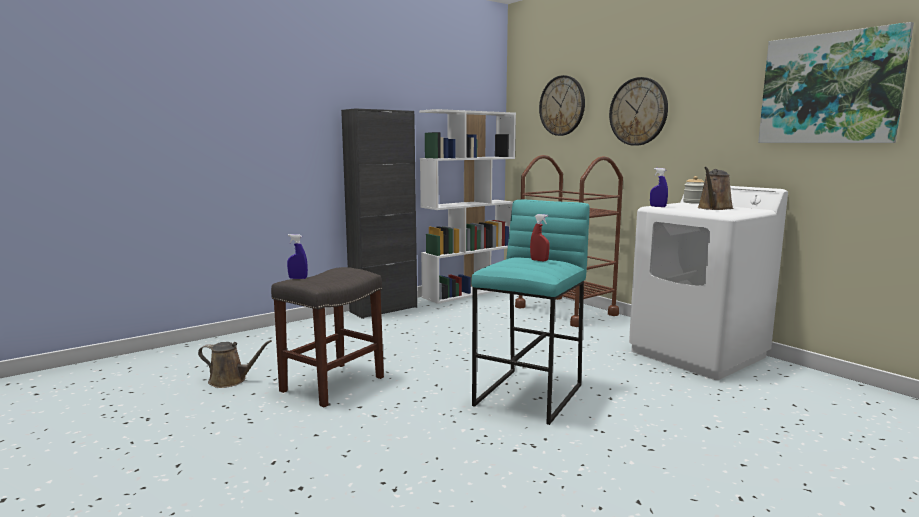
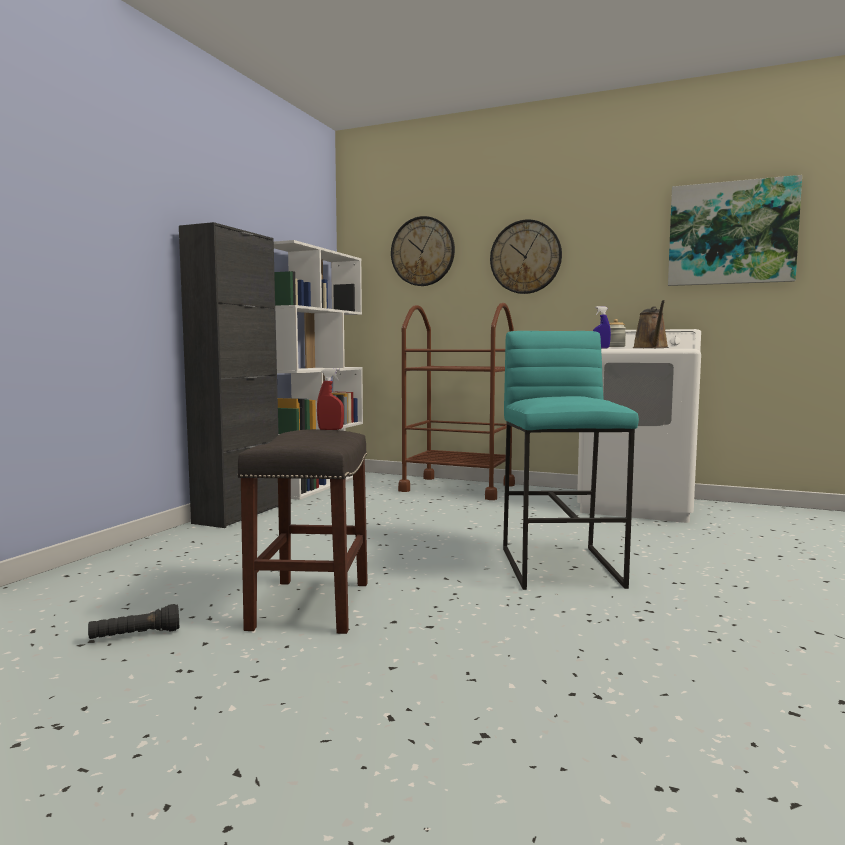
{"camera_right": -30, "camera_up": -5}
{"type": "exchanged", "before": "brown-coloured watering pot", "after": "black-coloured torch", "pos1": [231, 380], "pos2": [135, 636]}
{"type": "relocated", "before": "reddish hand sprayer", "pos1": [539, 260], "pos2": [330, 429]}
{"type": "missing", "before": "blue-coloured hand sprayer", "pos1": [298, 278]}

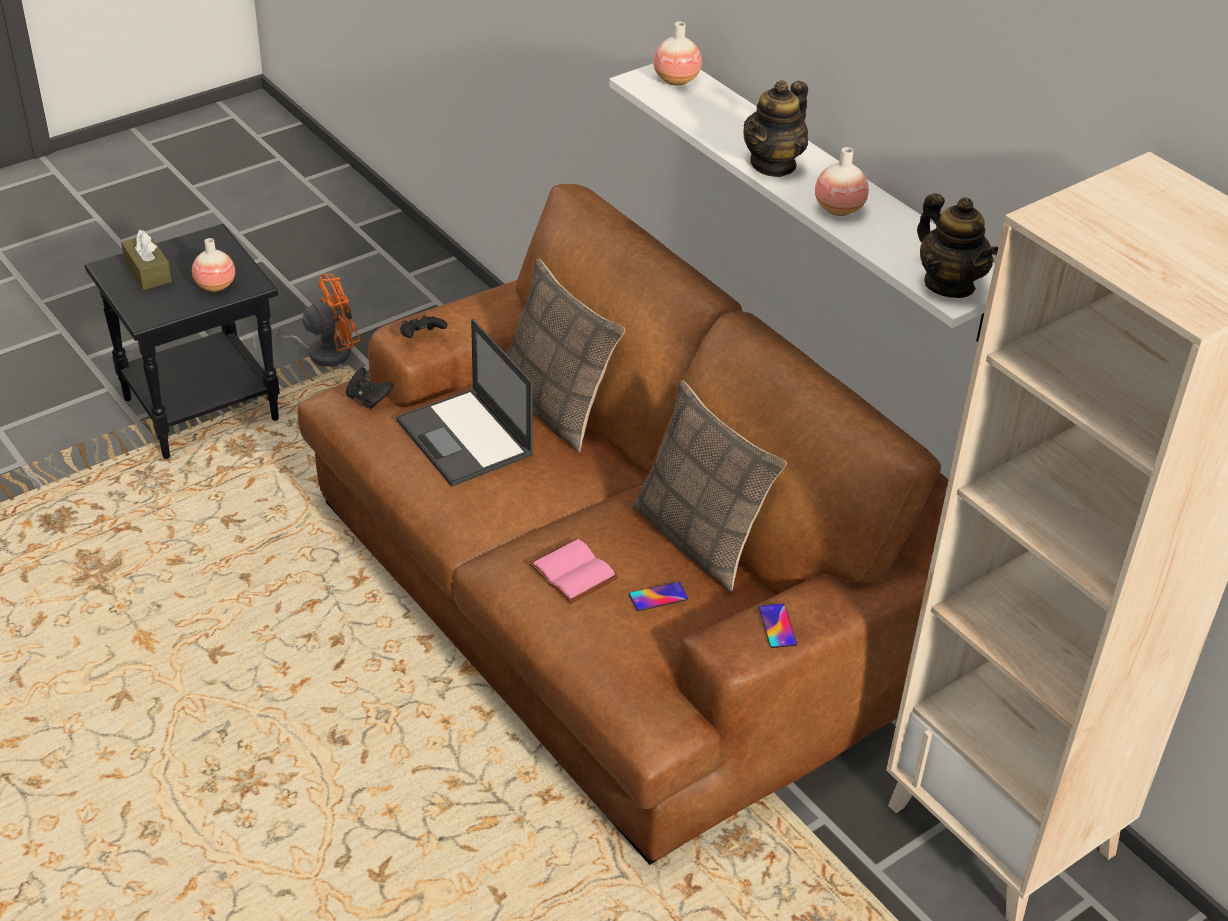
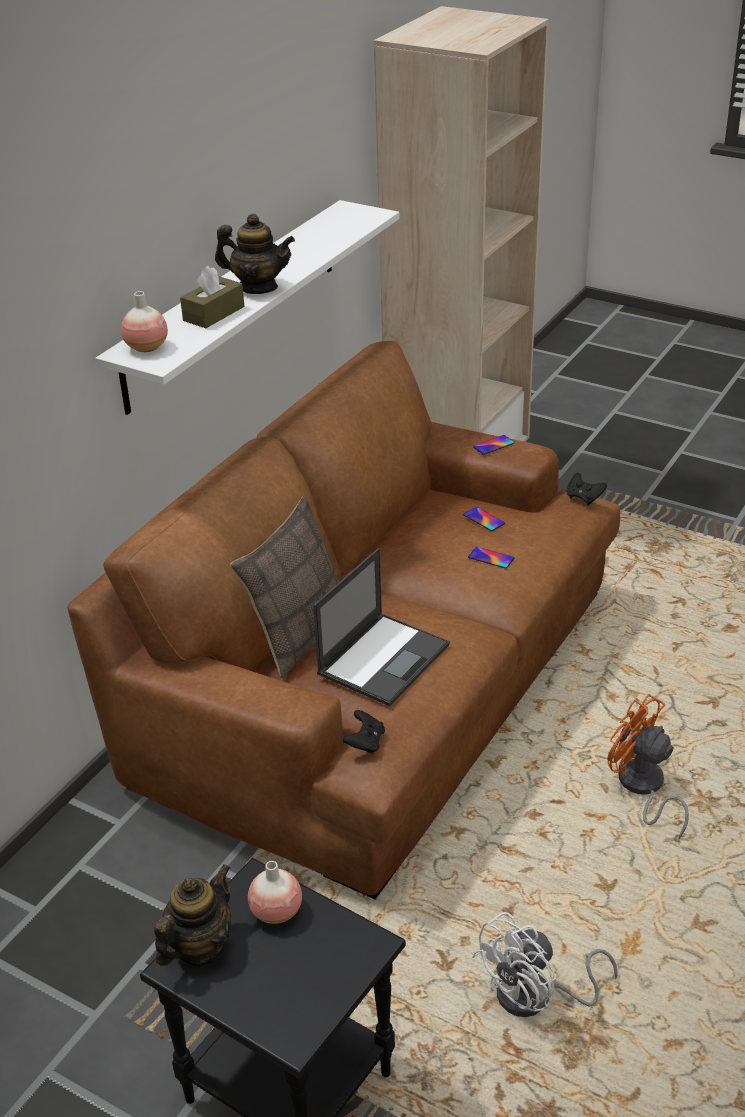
{"camera_right": -110, "camera_up": -5}
{"type": "relocated", "before": "teapot", "pos1": [949, 284], "pos2": [199, 947]}
{"type": "relocated", "before": "brown-coloured tissue box", "pos1": [148, 272], "pos2": [214, 313]}
{"type": "exchanged", "before": "pinkish book", "after": "telephone", "pos1": [576, 572], "pos2": [491, 558]}
{"type": "appeared", "after": "white electric fan", "pos2": [536, 997]}
{"type": "relocated", "before": "black-coloured joypad", "pos1": [422, 337], "pos2": [584, 498]}
{"type": "relocated", "before": "orangey electric fan", "pos1": [321, 352], "pos2": [642, 788]}
{"type": "missing", "before": "cushion", "pos1": [699, 539]}
{"type": "missing", "before": "vase", "pos1": [839, 209]}

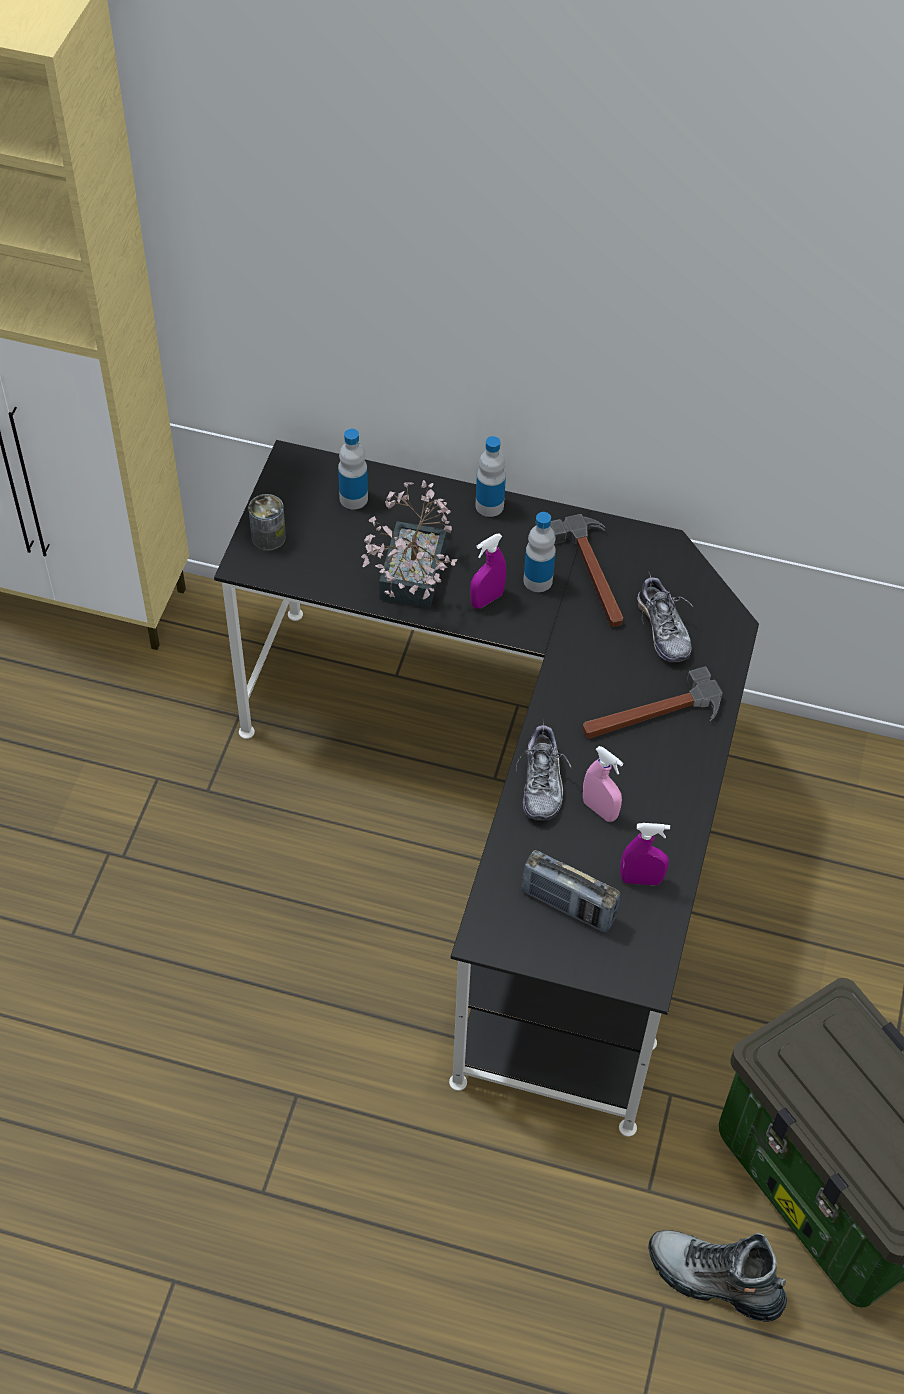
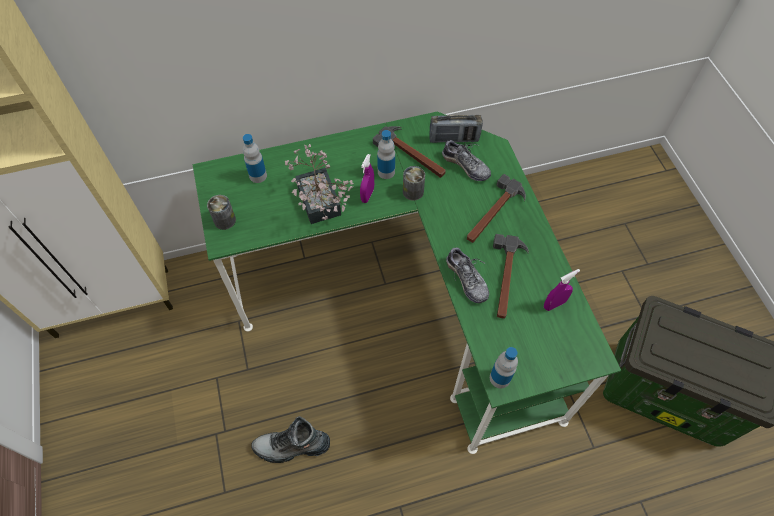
{"camera_right": -30, "camera_up": 5}
{"type": "colour", "before": "black-coloured desk table", "after": "greenish desk table", "pos1": [514, 817], "pos2": [407, 297]}
{"type": "relocated", "before": "high-top boot", "pos1": [713, 1279], "pos2": [291, 446]}
{"type": "appeared", "after": "sealed can", "pos2": [413, 191]}
{"type": "relocated", "before": "radio set", "pos1": [568, 906], "pos2": [454, 139]}
{"type": "relocated", "before": "drink bottle", "pos1": [489, 506], "pos2": [500, 378]}
{"type": "exchanged", "before": "pinkish hand sprayer", "after": "hammer", "pos1": [599, 810], "pos2": [506, 278]}

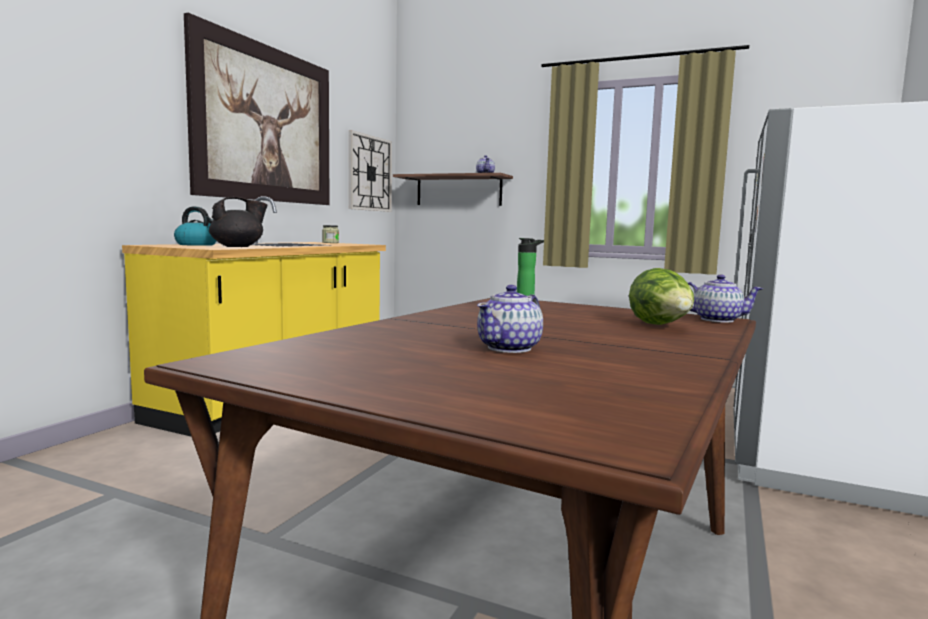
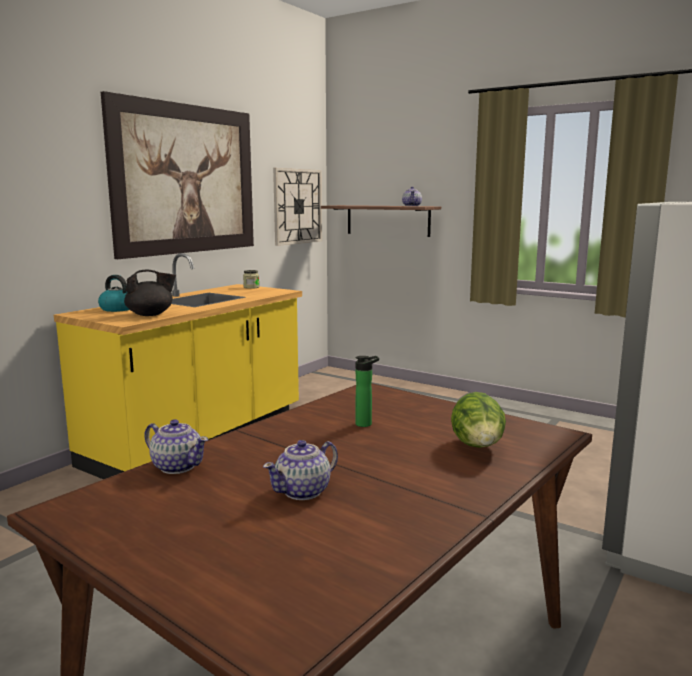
{"camera_right": 10, "camera_up": 5}
{"type": "relocated", "before": "teapot", "pos1": [716, 320], "pos2": [177, 466]}

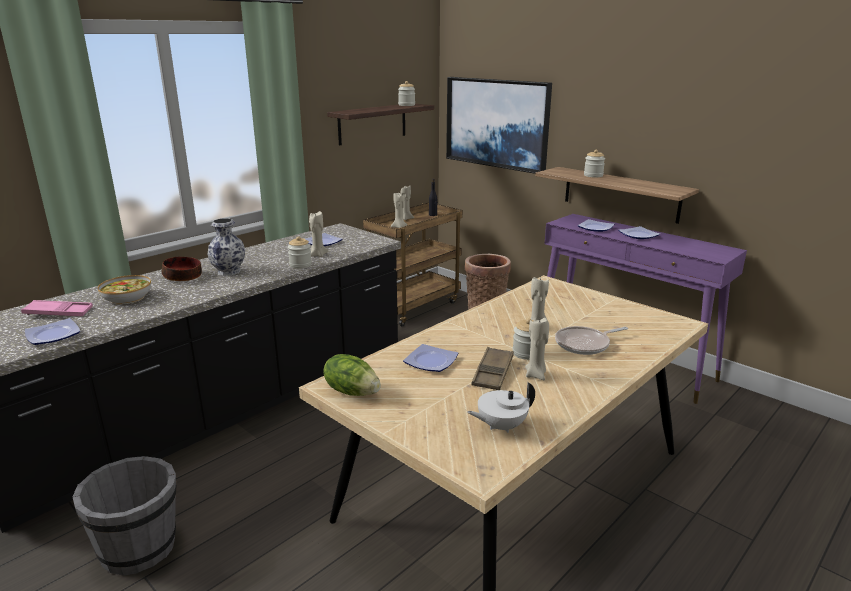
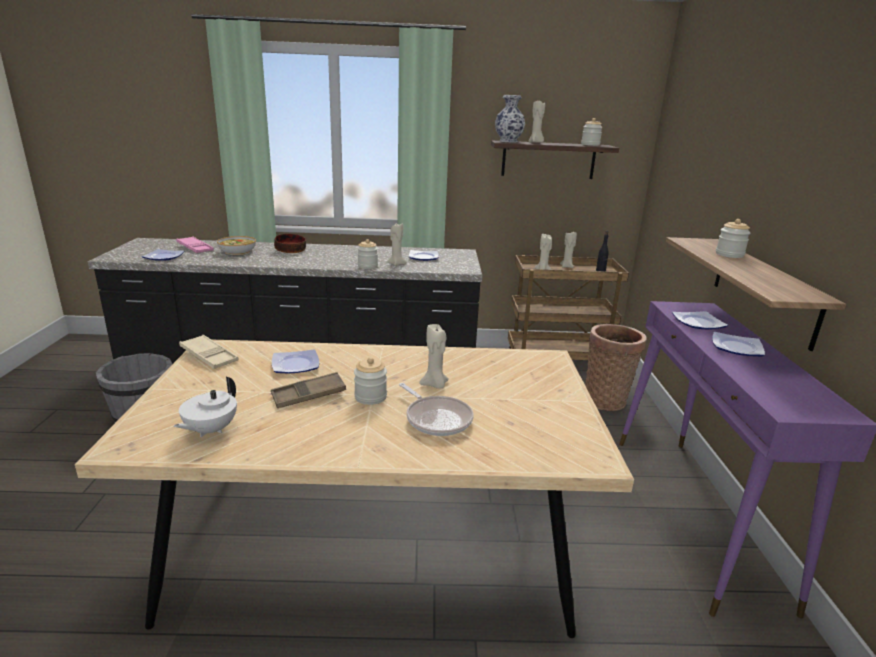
{"camera_right": 45, "camera_up": 0}
{"type": "spun", "before": "white teapot", "pos1": [501, 426], "pos2": [210, 430], "turn": -90}
{"type": "exchanged", "before": "head of lettuce", "after": "sand-coloured tray", "pos1": [352, 391], "pos2": [209, 356]}
{"type": "spun", "before": "frying pan", "pos1": [585, 344], "pos2": [436, 418], "turn": -150}
{"type": "relocated", "before": "vase", "pos1": [228, 271], "pos2": [507, 141]}
{"type": "relocated", "before": "sand-coloured wax light", "pos1": [536, 375], "pos2": [535, 142]}
{"type": "missing", "before": "picture", "pos1": [497, 123]}

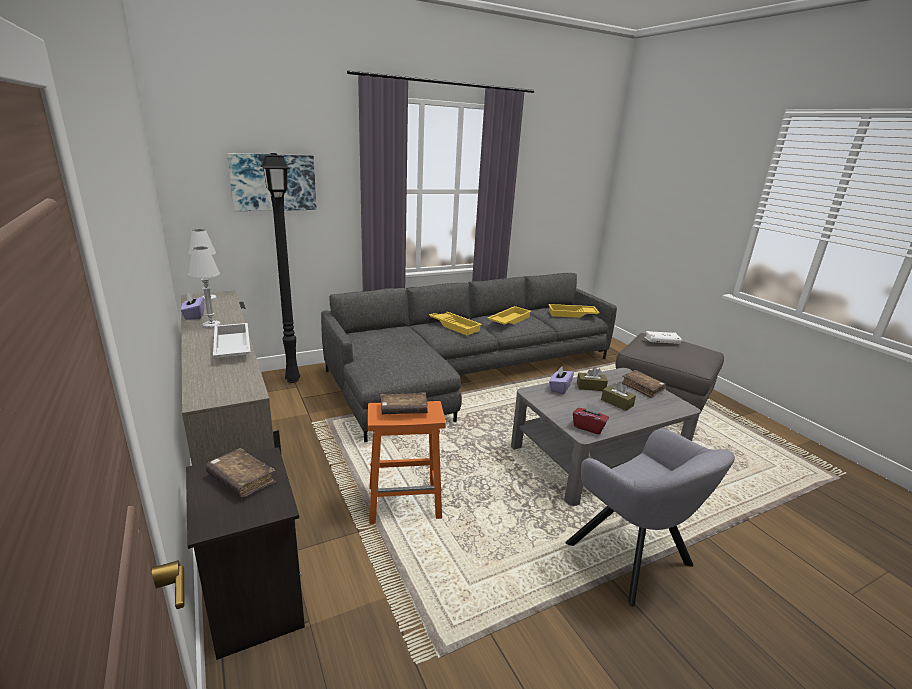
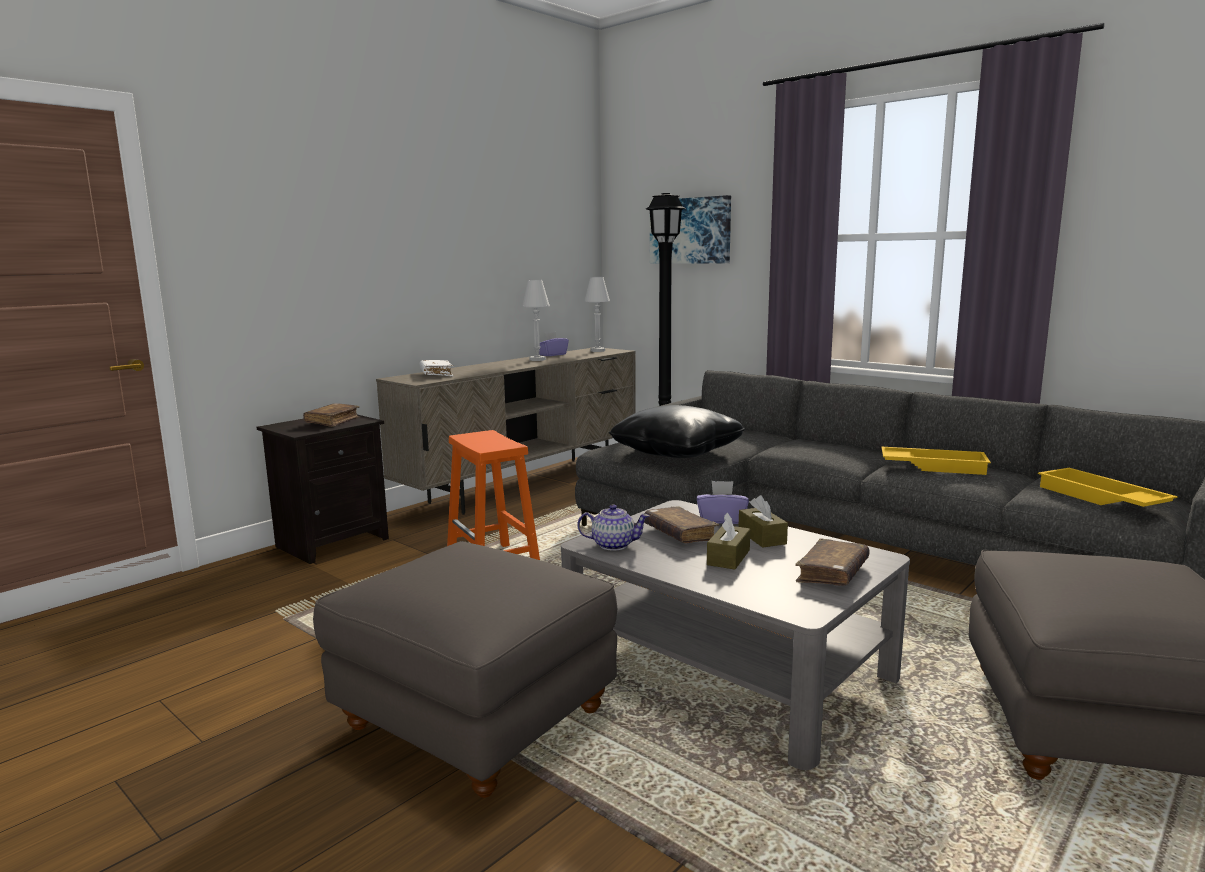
{"camera_right": 70, "camera_up": -10}
{"type": "exchanged", "before": "gray armchair", "after": "gray footrest", "pos1": [633, 559], "pos2": [474, 720]}
{"type": "relocated", "before": "white book", "pos1": [661, 342], "pos2": [436, 374]}
{"type": "exchanged", "before": "reddish tissue box", "after": "teapot", "pos1": [588, 427], "pos2": [613, 545]}
{"type": "appeared", "after": "black-coloured cushion", "pos2": [676, 452]}
{"type": "relocated", "before": "brown-coloured book", "pos1": [403, 410], "pos2": [680, 534]}
{"type": "missing", "before": "white tray", "pos1": [231, 347]}
{"type": "missing", "before": "yellow tray", "pos1": [455, 325]}

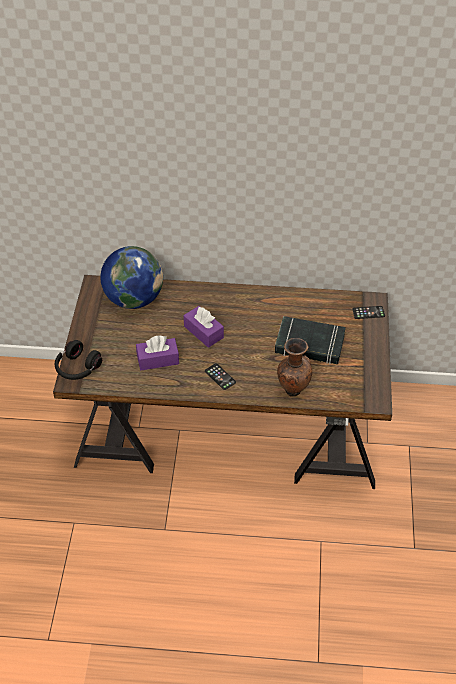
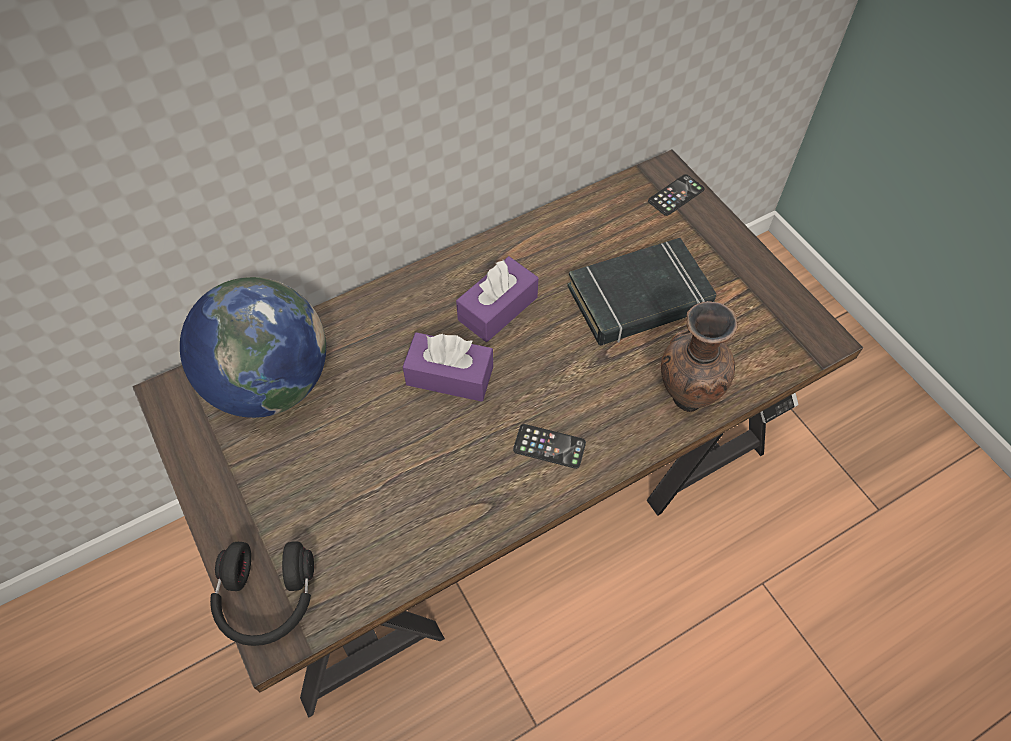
{"camera_right": -35, "camera_up": 10}
{"type": "relocated", "before": "purple tissue box", "pos1": [158, 359], "pos2": [497, 308]}

